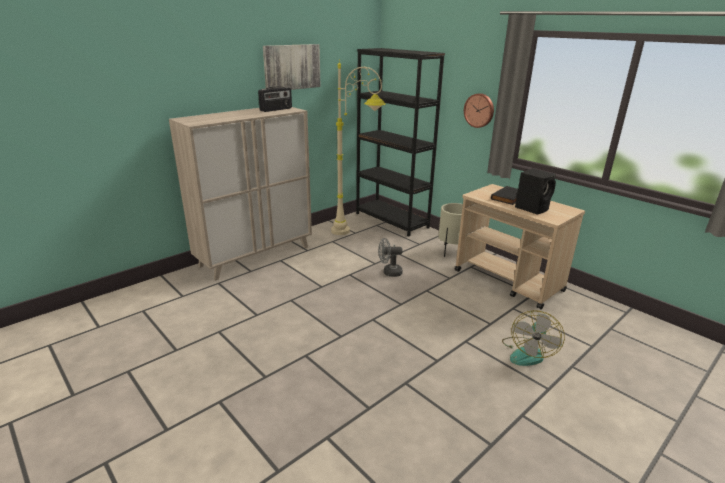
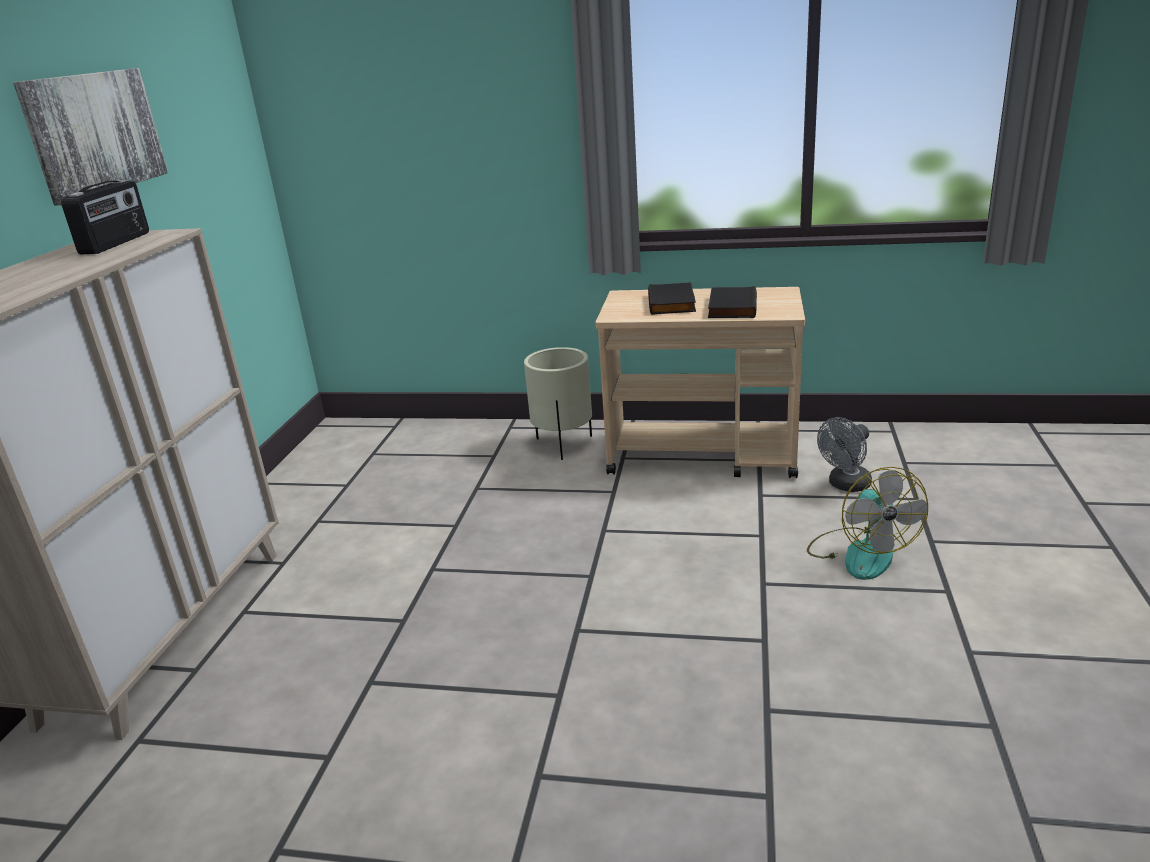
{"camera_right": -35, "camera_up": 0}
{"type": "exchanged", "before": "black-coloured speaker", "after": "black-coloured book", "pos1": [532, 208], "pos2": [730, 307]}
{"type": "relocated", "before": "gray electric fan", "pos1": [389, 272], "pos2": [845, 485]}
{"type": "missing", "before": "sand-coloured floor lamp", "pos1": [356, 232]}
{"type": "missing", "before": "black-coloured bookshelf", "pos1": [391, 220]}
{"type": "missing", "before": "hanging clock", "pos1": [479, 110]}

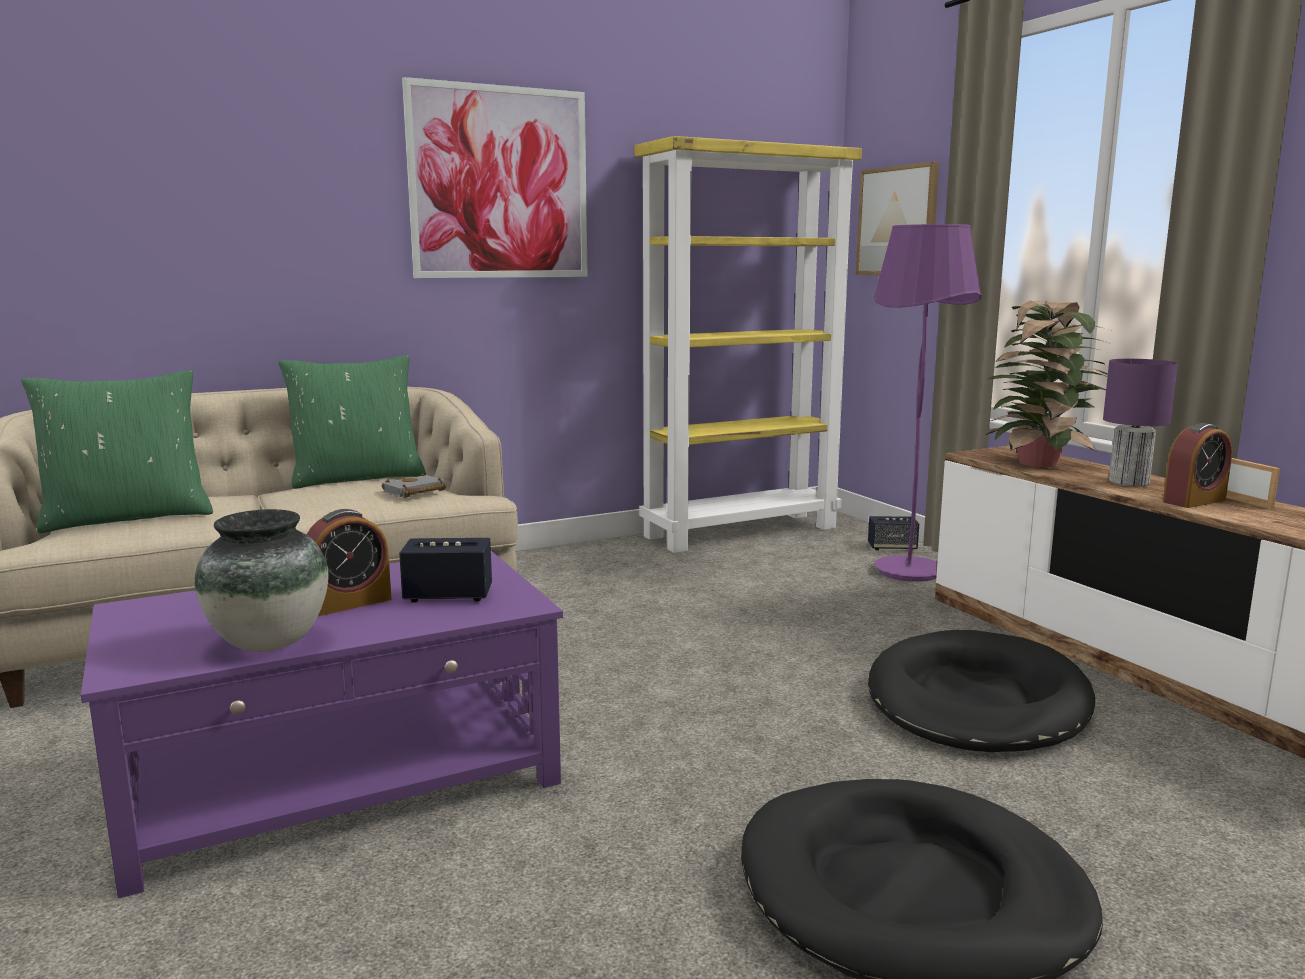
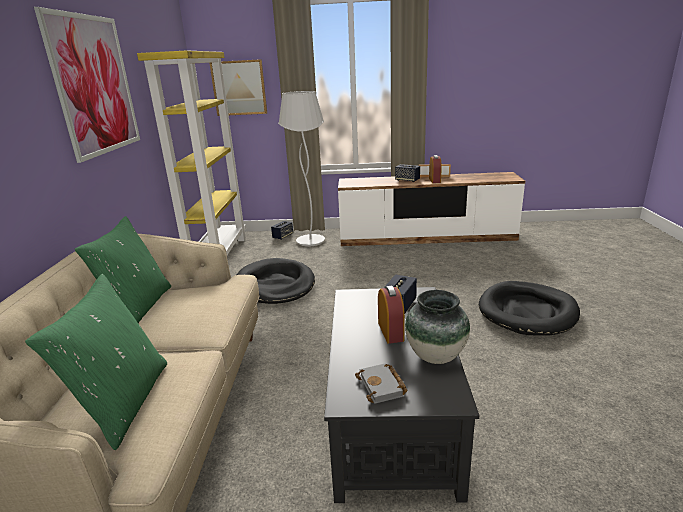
{"camera_right": -60, "camera_up": 10}
{"type": "relocated", "before": "black-coloured pet bed", "pos1": [976, 701], "pos2": [275, 285]}
{"type": "colour", "before": "purple floor lamp", "after": "white floor lamp", "pos1": [908, 572], "pos2": [310, 241]}
{"type": "colour", "before": "purple coffee table", "after": "black-coloured coffee table", "pos1": [343, 780], "pos2": [392, 415]}
{"type": "relocated", "before": "gray book", "pos1": [414, 492], "pos2": [383, 387]}
{"type": "exchanged", "before": "purple lamp for a table", "after": "speaker", "pos1": [1130, 483], "pos2": [407, 180]}
{"type": "missing", "before": "plant in a pot", "pos1": [1039, 462]}

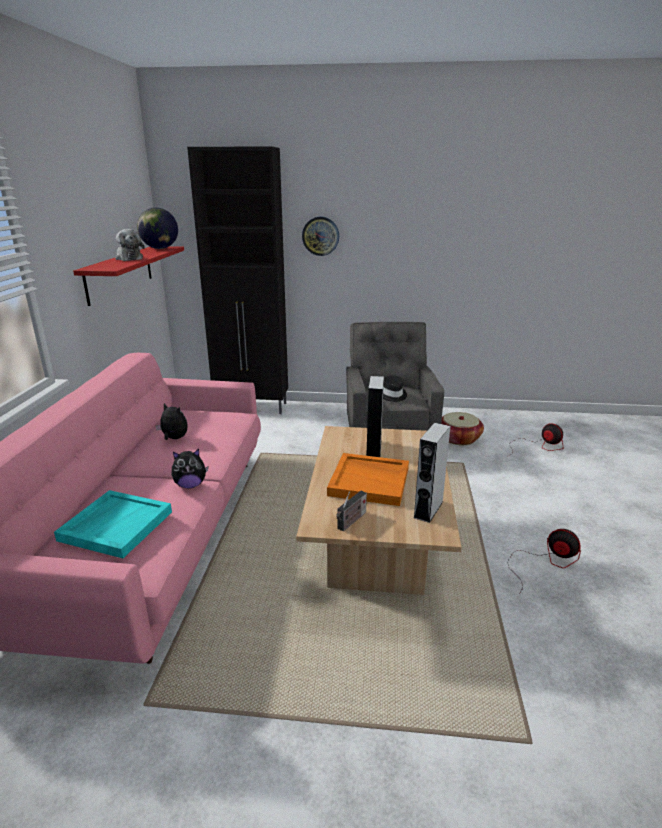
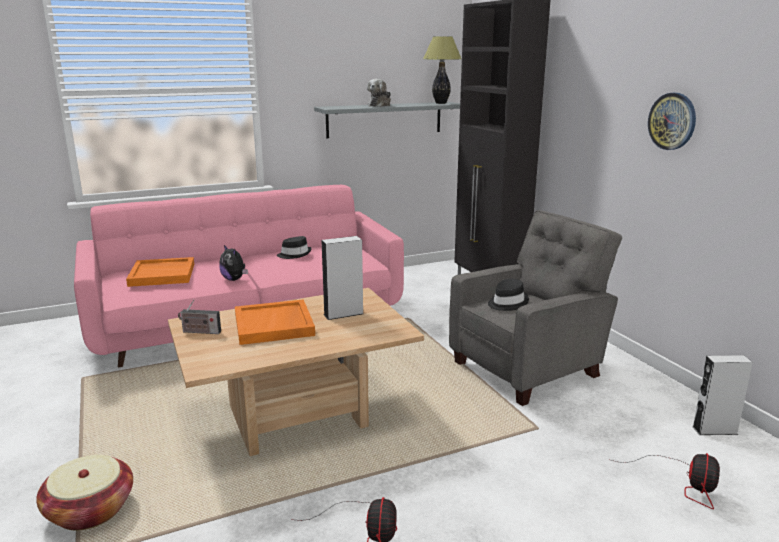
{"camera_right": 60, "camera_up": -5}
{"type": "relocated", "before": "storage basket", "pos1": [458, 438], "pos2": [90, 510]}
{"type": "colour", "before": "turquoise-coloured tray", "after": "orangey tray", "pos1": [116, 525], "pos2": [163, 274]}
{"type": "exchanged", "before": "plush toy", "after": "black-coloured hat", "pos1": [174, 438], "pos2": [294, 254]}
{"type": "colour", "before": "reddish bracket shelf", "after": "gray bracket shelf", "pos1": [120, 273], "pos2": [384, 119]}
{"type": "exchanged", "before": "desk globe", "after": "lamp for a table", "pos1": [160, 248], "pos2": [440, 103]}
{"type": "relocated", "before": "hanging clock", "pos1": [320, 236], "pos2": [672, 121]}
{"type": "relocated", "before": "gray speaker", "pos1": [428, 509], "pos2": [714, 430]}

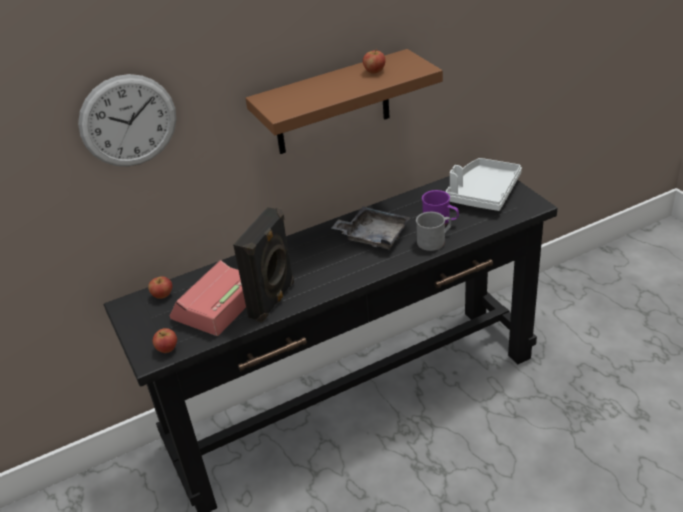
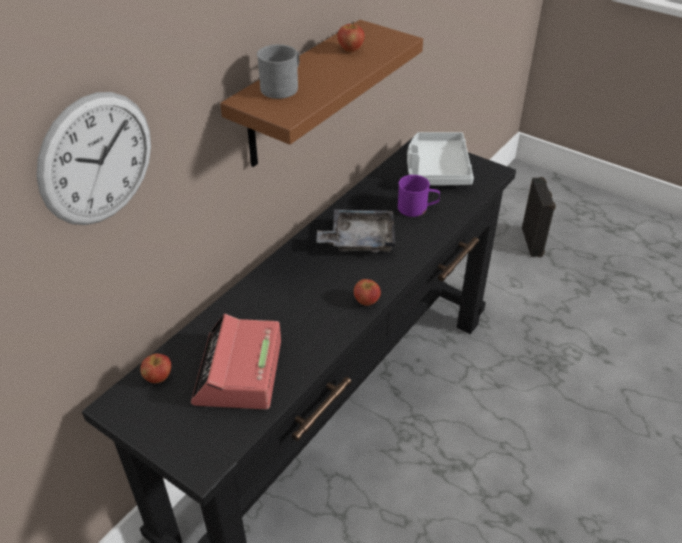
{"camera_right": -30, "camera_up": 5}
{"type": "relocated", "before": "gray coffee mug", "pos1": [434, 241], "pos2": [283, 86]}
{"type": "relocated", "before": "whole apple", "pos1": [167, 349], "pos2": [366, 301]}
{"type": "relocated", "before": "black-coloured speaker", "pos1": [273, 300], "pos2": [533, 242]}

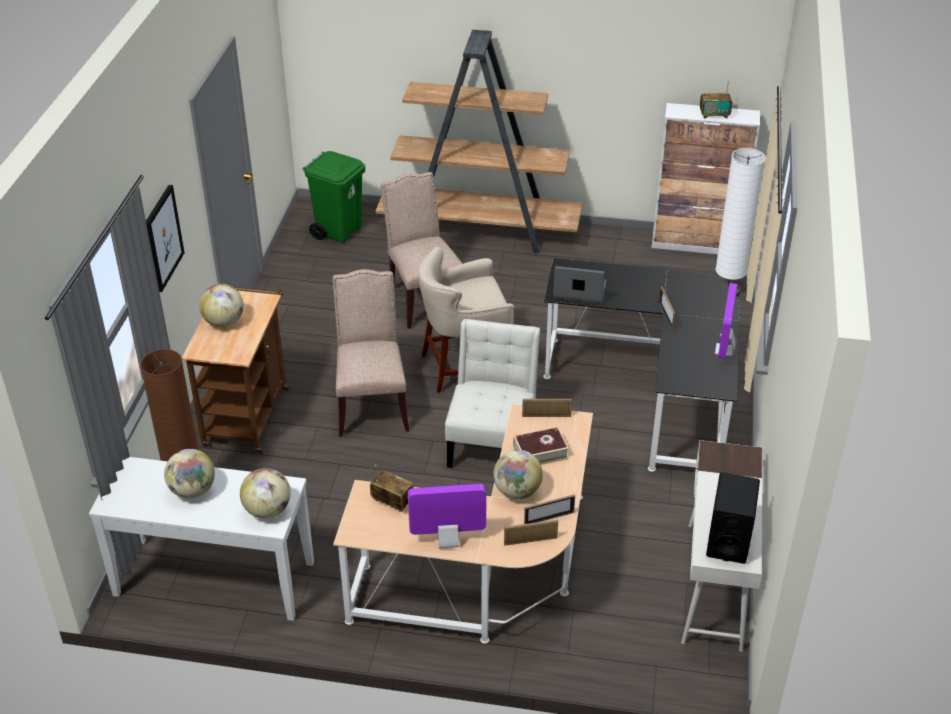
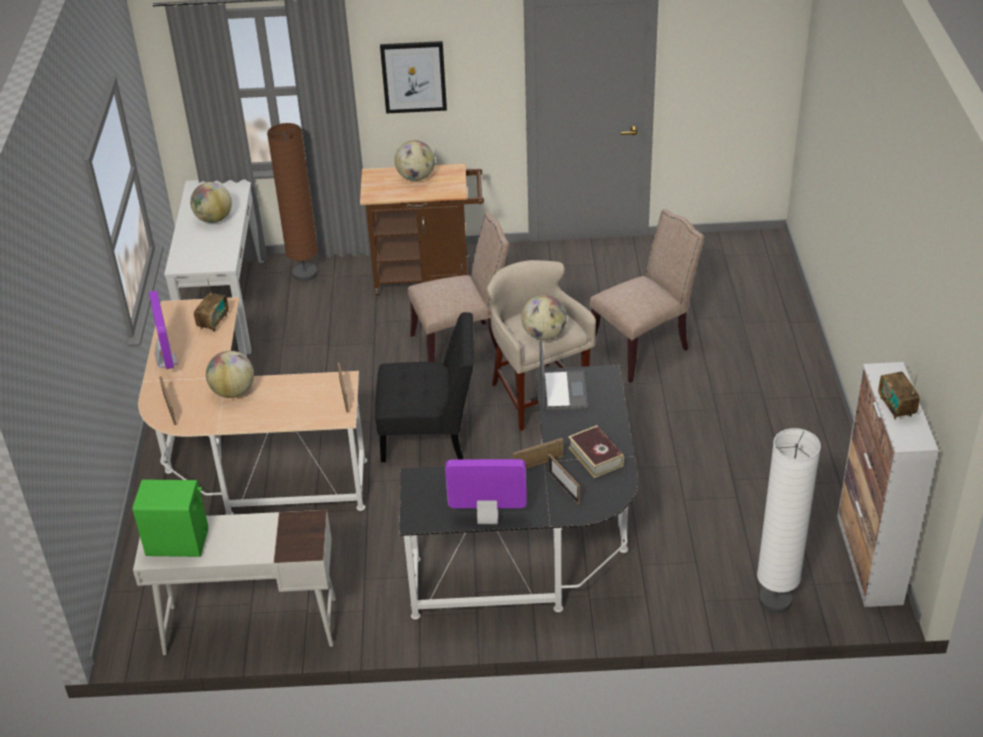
{"camera_right": 80, "camera_up": 0}
{"type": "colour", "before": "black-coloured speaker", "after": "greenish speaker", "pos1": [728, 540], "pos2": [178, 542]}
{"type": "colour", "before": "white plain chair", "after": "black-coloured plain chair", "pos1": [492, 441], "pos2": [429, 434]}
{"type": "relocated", "before": "desk globe", "pos1": [268, 510], "pos2": [544, 335]}
{"type": "relocated", "before": "photo frame", "pos1": [549, 518], "pos2": [563, 488]}
{"type": "relocated", "before": "book", "pos1": [540, 452], "pos2": [595, 457]}
{"type": "missing", "before": "greenish waste bin", "pos1": [339, 231]}
{"type": "missing", "before": "brown-coloured bookshelf", "pos1": [480, 230]}

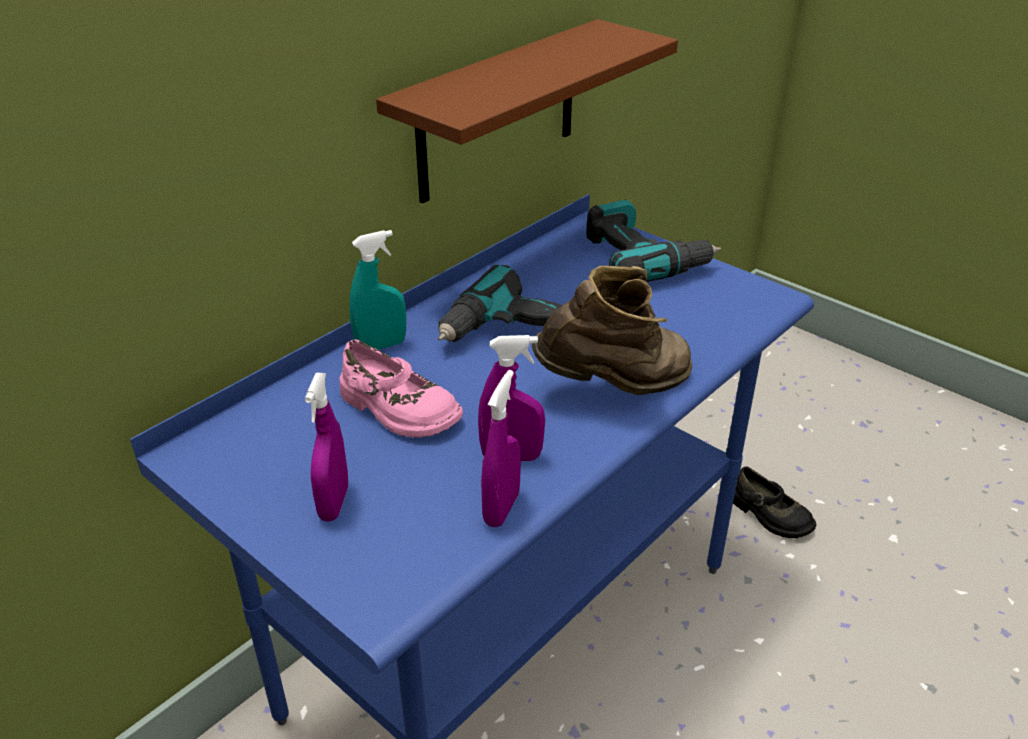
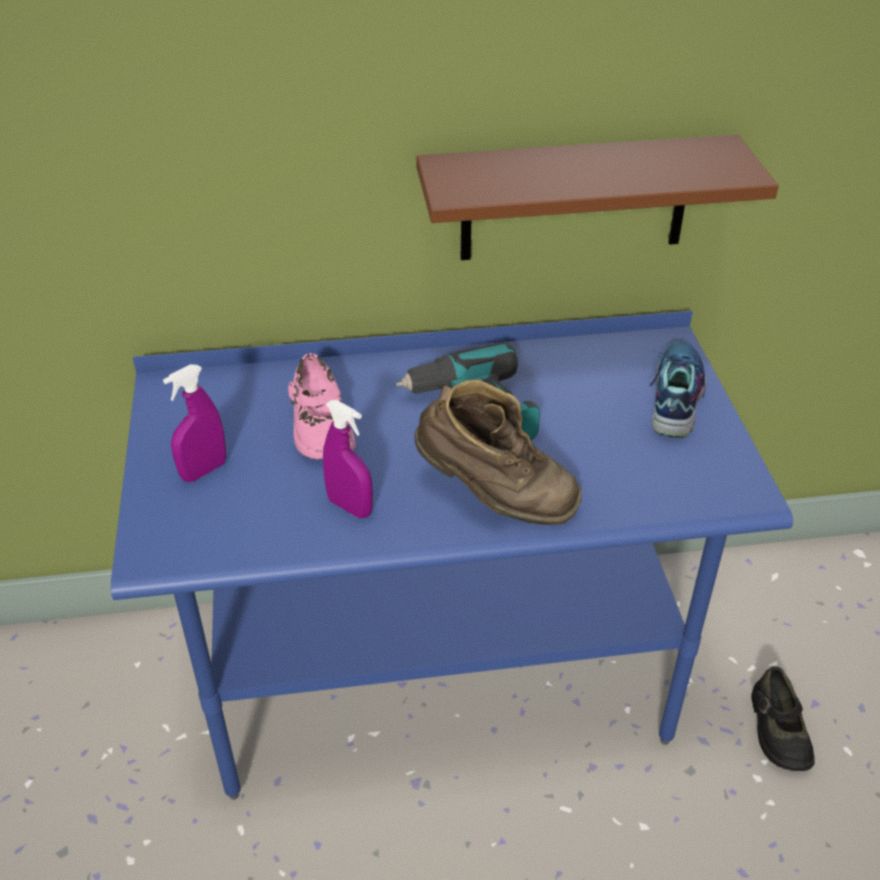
{"camera_right": 40, "camera_up": 5}
{"type": "exchanged", "before": "electric drill", "after": "shoe", "pos1": [643, 259], "pos2": [674, 398]}
{"type": "missing", "before": "turquoise-coloured hand sprayer", "pos1": [381, 346]}
{"type": "missing", "before": "purple hand sprayer", "pos1": [501, 508]}

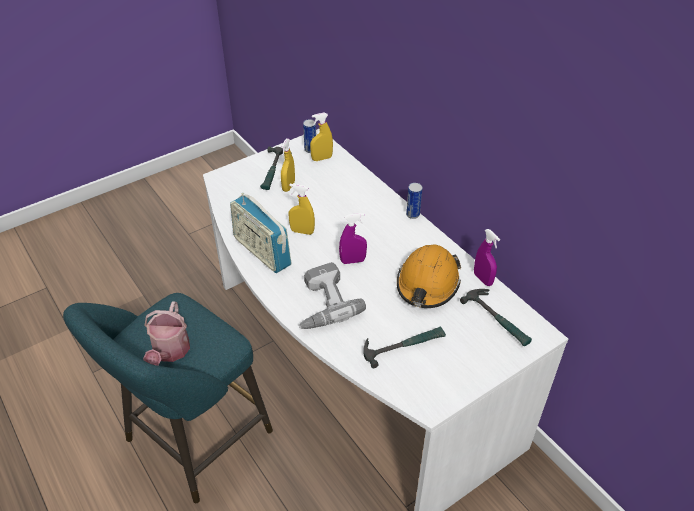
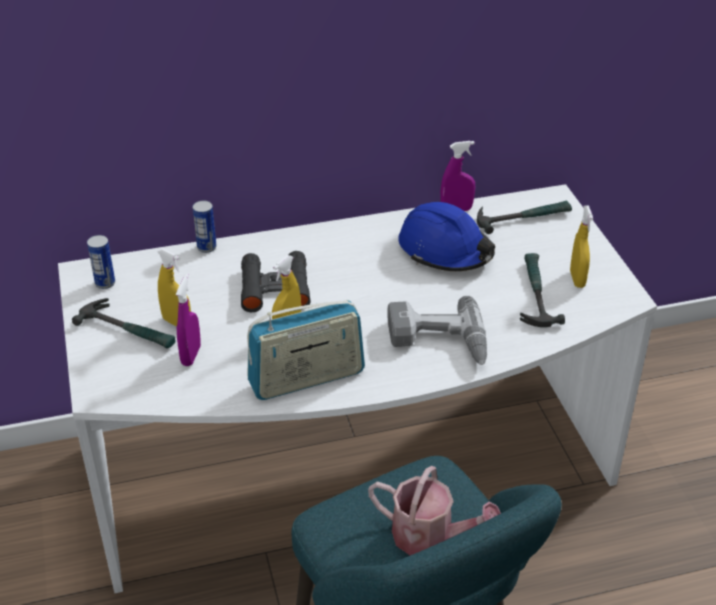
{"camera_right": -70, "camera_up": -5}
{"type": "relocated", "before": "purple hand sprayer", "pos1": [353, 261], "pos2": [191, 355]}
{"type": "relocated", "before": "sealed can", "pos1": [413, 214], "pos2": [206, 247]}
{"type": "appeared", "after": "black-coloured pair of binoculars", "pos2": [275, 288]}
{"type": "colour", "before": "orangey hard hat", "after": "blue-coloured hard hat", "pos1": [427, 284], "pos2": [445, 251]}
{"type": "relocated", "before": "yellow hand sprayer", "pos1": [322, 158], "pos2": [577, 279]}

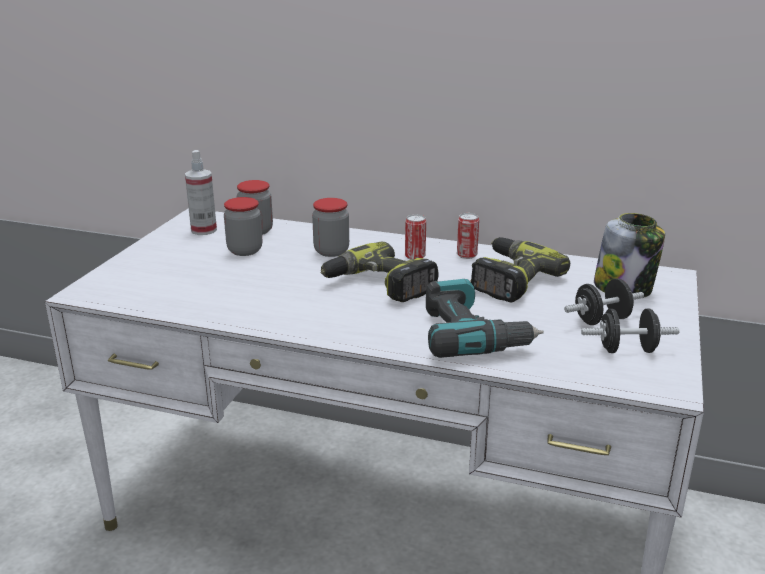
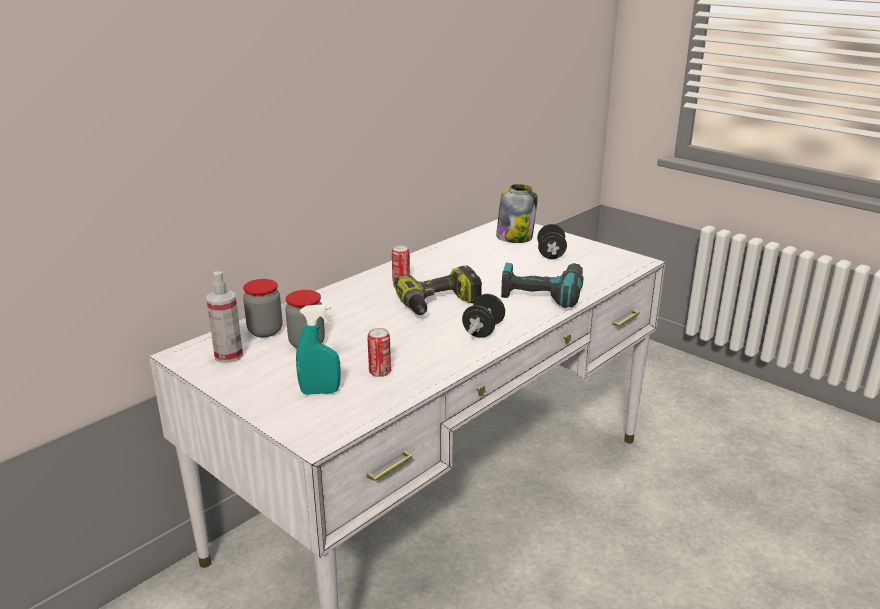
{"camera_right": -65, "camera_up": 0}
{"type": "appeared", "after": "turquoise-coloured hand sprayer", "pos2": [320, 392]}
{"type": "relocated", "before": "sealed can", "pos1": [466, 255], "pos2": [380, 372]}
{"type": "relocated", "before": "black-coloured free weight", "pos1": [626, 350], "pos2": [483, 330]}
{"type": "missing", "before": "storage jar", "pos1": [331, 251]}
{"type": "missing", "before": "electric drill", "pos1": [509, 279]}

